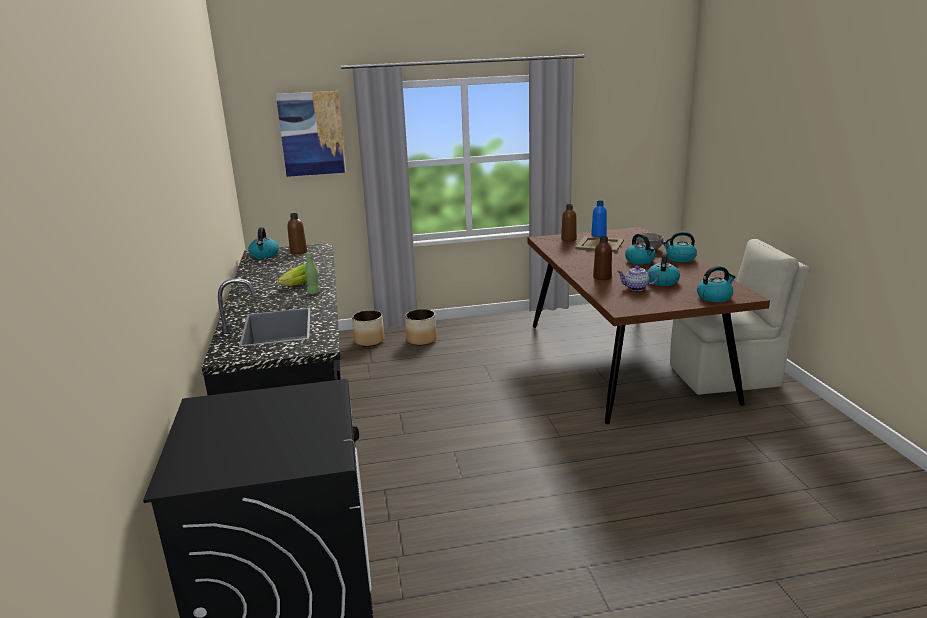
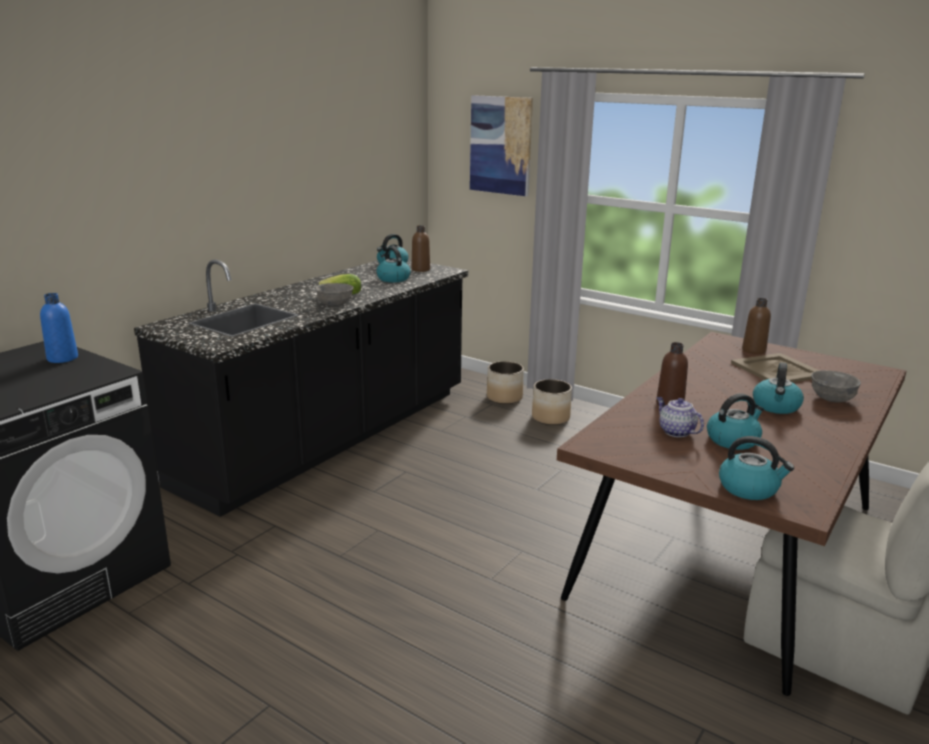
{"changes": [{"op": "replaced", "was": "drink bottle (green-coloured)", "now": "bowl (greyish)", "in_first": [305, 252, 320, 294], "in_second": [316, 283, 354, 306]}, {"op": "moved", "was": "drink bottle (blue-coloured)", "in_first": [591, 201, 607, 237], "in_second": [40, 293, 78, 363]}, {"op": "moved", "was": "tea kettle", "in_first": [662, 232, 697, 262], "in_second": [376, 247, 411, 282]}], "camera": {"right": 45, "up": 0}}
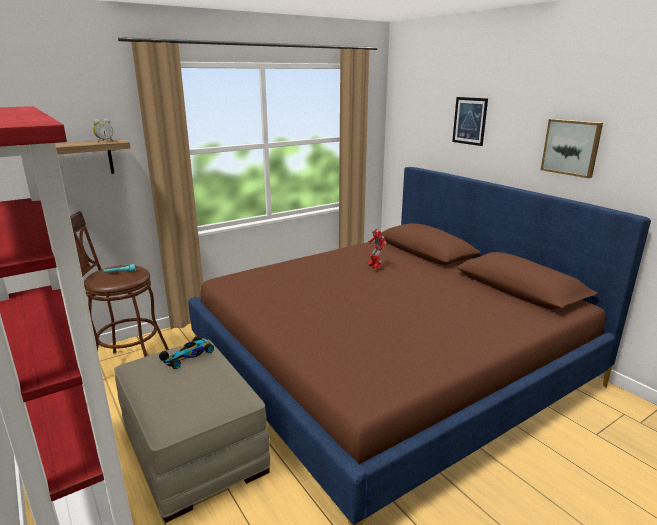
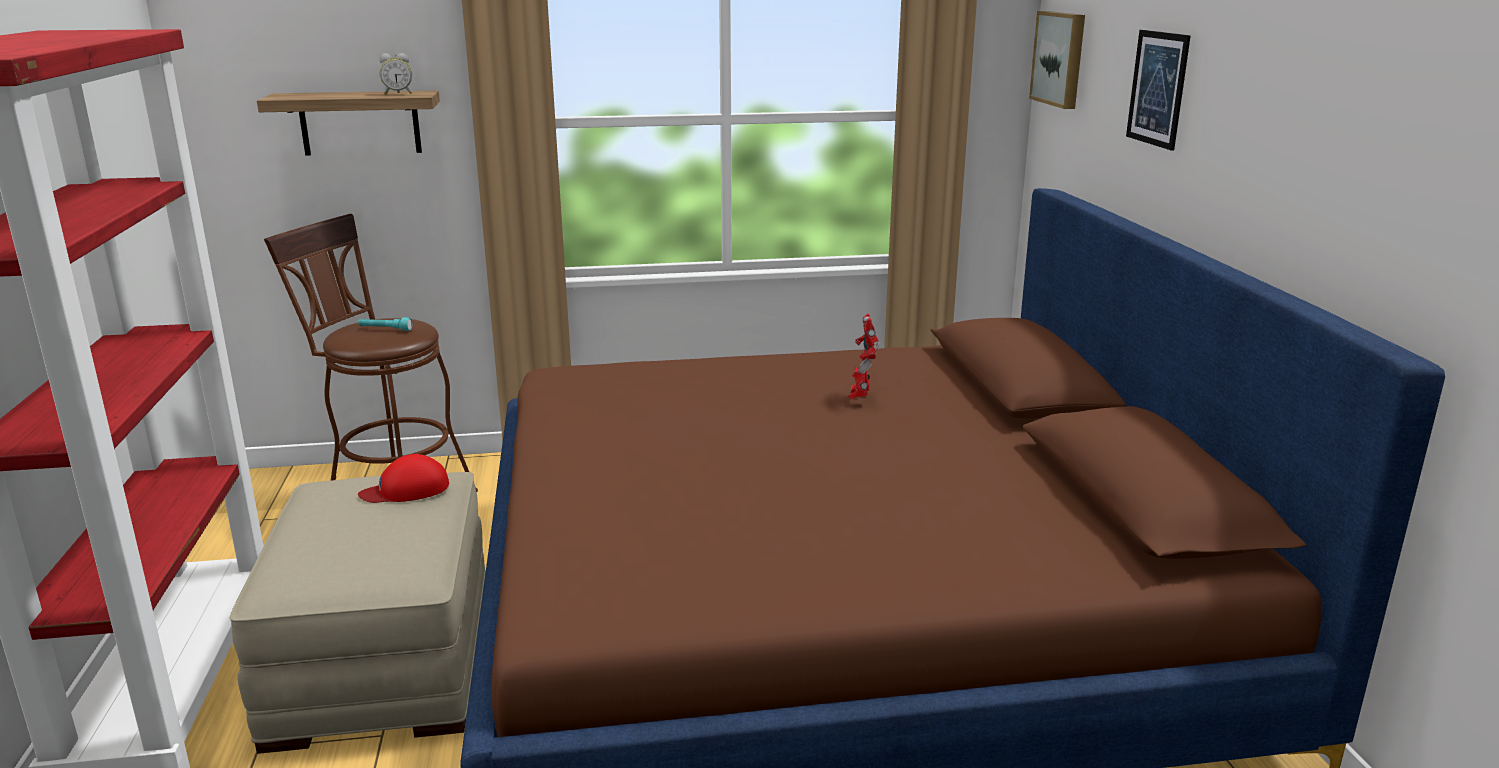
{"changes": [{"op": "replaced", "was": "toy car", "now": "baseball cap (red-coloured)", "in_first": [159, 336, 214, 369], "in_second": [358, 454, 449, 503]}, {"op": "moved", "was": "wall art", "in_first": [541, 119, 603, 178], "in_second": [1029, 11, 1085, 109]}], "camera": {"right": 25, "up": 0}}
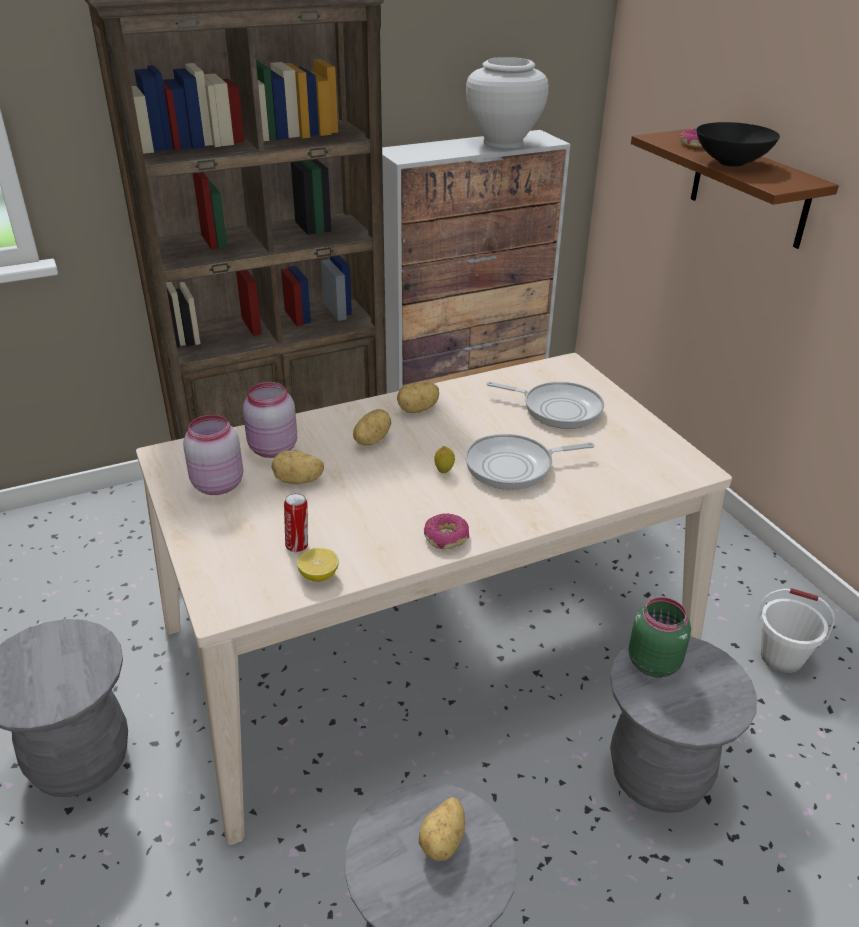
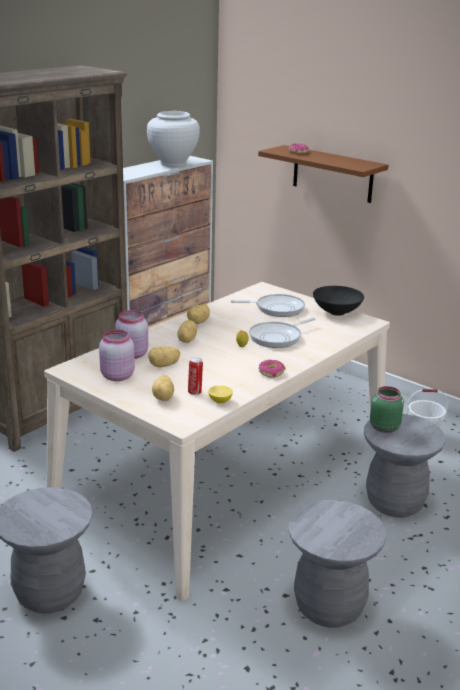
{"changes": [{"op": "moved", "was": "whole potato", "in_first": [419, 797, 465, 861], "in_second": [152, 375, 174, 401]}, {"op": "moved", "was": "bowl (black-coloured)", "in_first": [697, 122, 780, 167], "in_second": [313, 286, 364, 316]}], "camera": {"right": -25, "up": -10}}
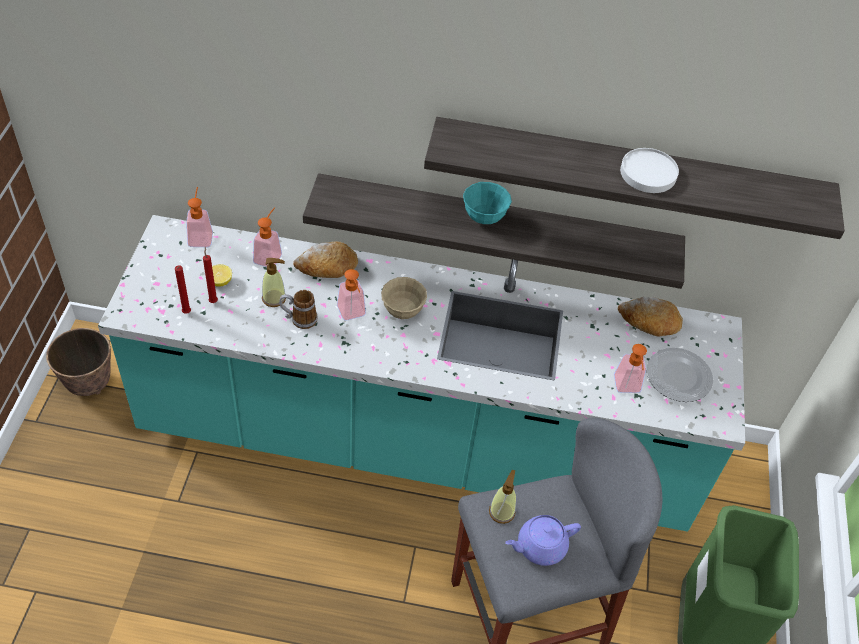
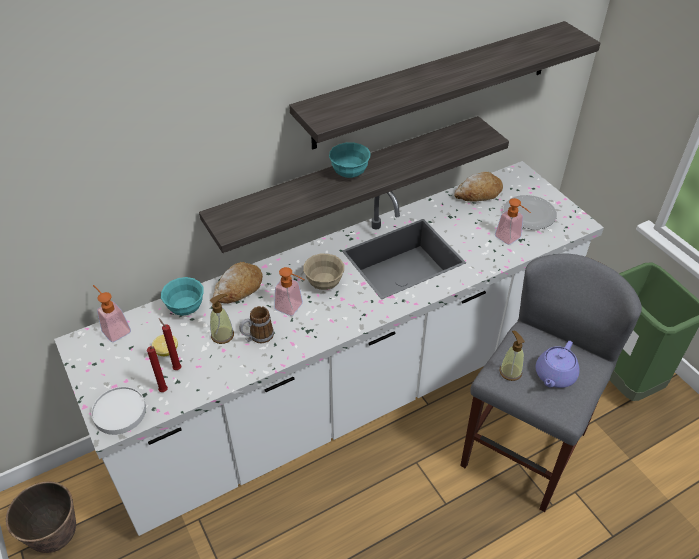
{"changes": [{"op": "recoloured", "was": "kitchen base unit (turquoise-coloured)", "now": "kitchen base unit (white)", "in_first": [98, 215, 745, 532], "in_second": [54, 161, 604, 536]}, {"op": "replaced", "was": "soap bottle", "now": "bowl (turquoise-coloured)", "in_first": [253, 207, 282, 267], "in_second": [161, 277, 204, 316]}, {"op": "moved", "was": "plate (white)", "in_first": [620, 148, 679, 193], "in_second": [91, 387, 146, 435]}], "camera": {"right": -35, "up": -5}}
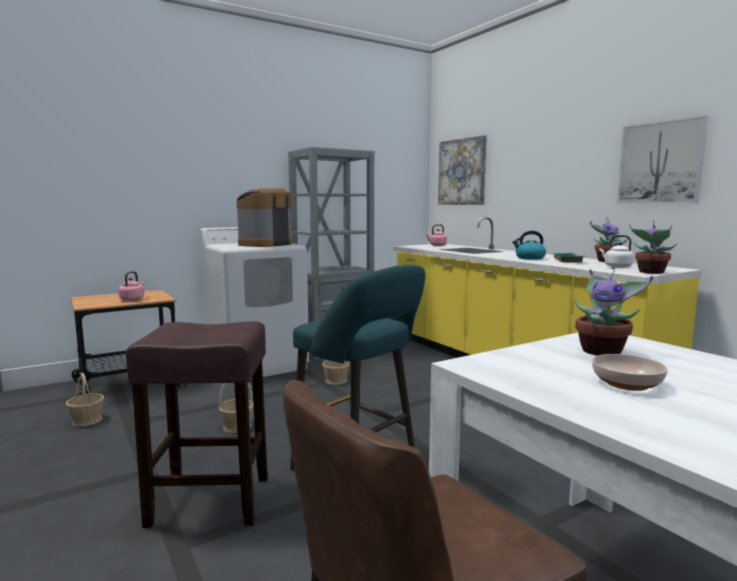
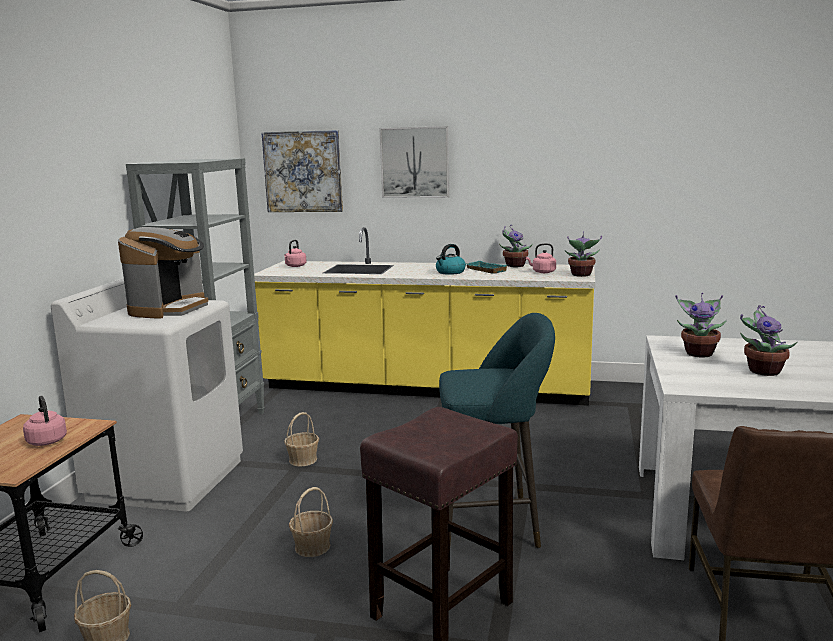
{"changes": [{"op": "turned", "was": "coffee maker", "in_first": [236, 187, 293, 247], "in_second": [118, 227, 208, 319], "clockwise": -150}, {"op": "replaced", "was": "bowl", "now": "potted plant", "in_first": [592, 354, 668, 391], "in_second": [740, 305, 797, 376]}, {"op": "recoloured", "was": "tea kettle (white)", "now": "tea kettle (pink)", "in_first": [599, 235, 634, 268], "in_second": [526, 243, 556, 273]}, {"op": "moved", "was": "wall art", "in_first": [617, 116, 708, 203], "in_second": [379, 126, 450, 198]}], "camera": {"right": -45, "up": 5}}
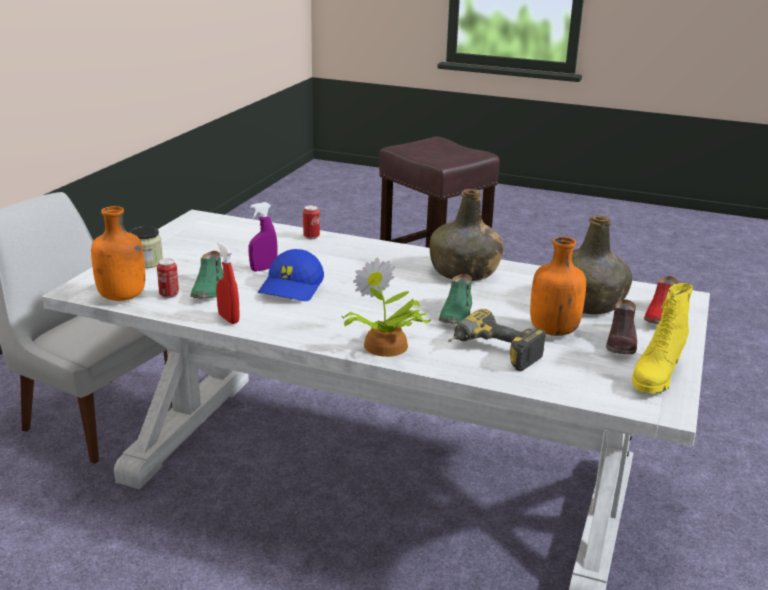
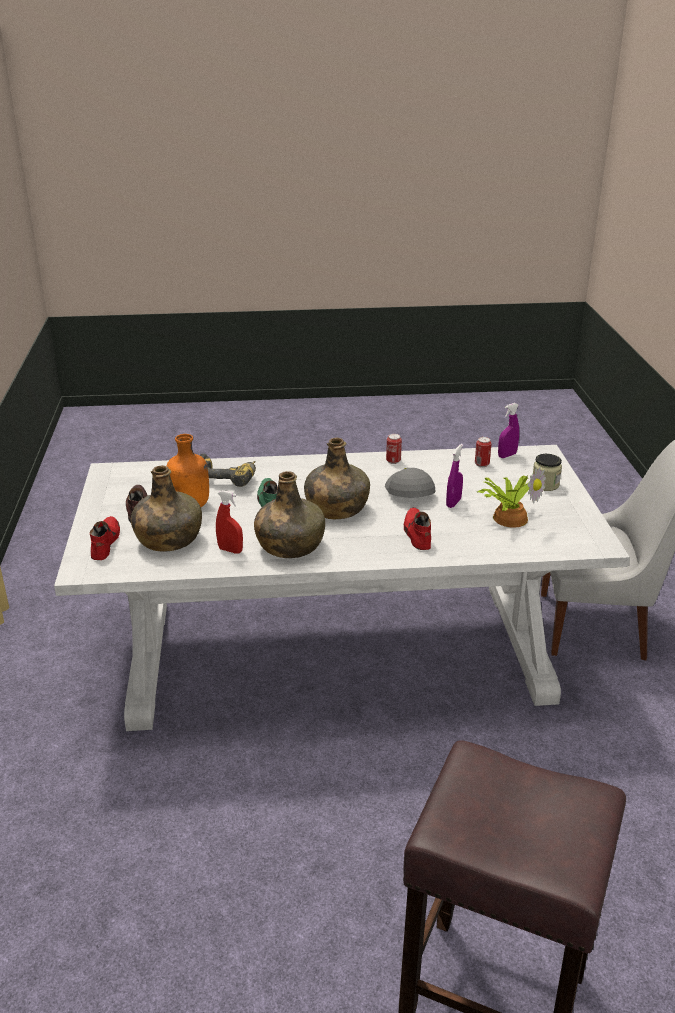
{"changes": [{"op": "replaced", "was": "drink bottle (orange-coloured)", "now": "spray bottle (purplish)", "in_first": [91, 206, 145, 301], "in_second": [498, 403, 519, 458]}, {"op": "removed", "was": "low shoe (green-coloured)", "in_first": [190, 251, 224, 298]}, {"op": "moved", "was": "spray bottle (red-coloured)", "in_first": [216, 242, 240, 324], "in_second": [216, 490, 243, 553]}, {"op": "recoloured", "was": "baseball cap (blue-coloured)", "now": "baseball cap (greyish)", "in_first": [257, 249, 324, 301], "in_second": [385, 468, 436, 497]}, {"op": "moved", "was": "metal can", "in_first": [303, 205, 320, 239], "in_second": [386, 434, 402, 464]}, {"op": "moved", "was": "potted plant", "in_first": [342, 258, 431, 357], "in_second": [477, 467, 546, 527]}, {"op": "removed", "was": "high-top boot (yellow-coloured)", "in_first": [632, 283, 693, 394]}, {"op": "added", "now": "drink bottle (green-coloured)", "in_second": [304, 437, 370, 519]}, {"op": "added", "now": "low shoe (red-coloured)", "in_second": [404, 508, 431, 550]}], "camera": {"right": 155, "up": 5}}
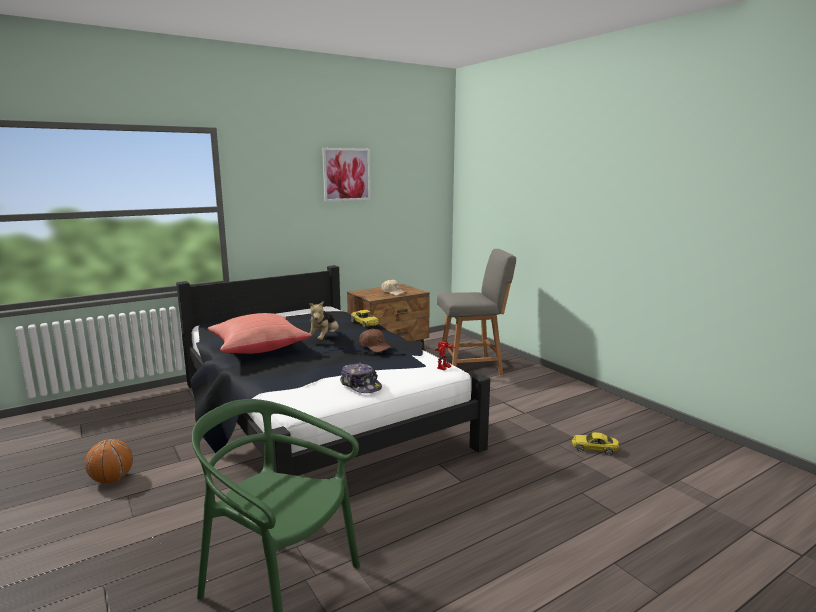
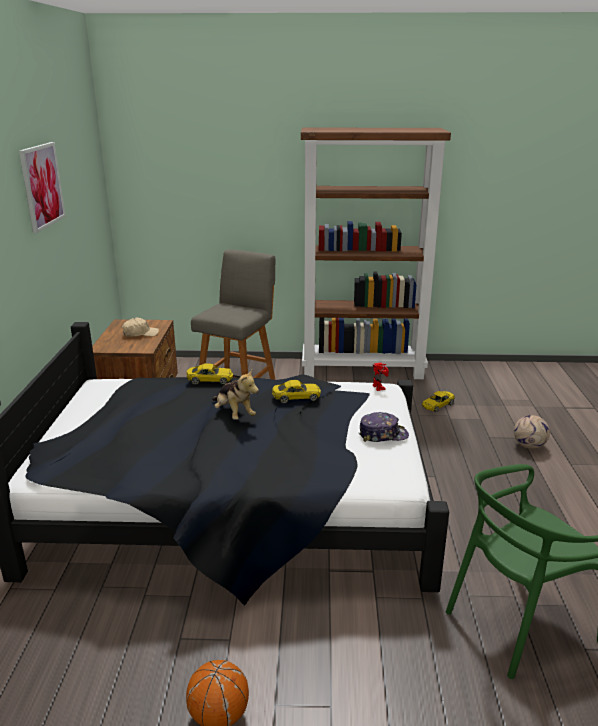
{"changes": [{"op": "removed", "was": "throw pillow (red-coloured)", "in_first": [207, 313, 312, 354]}, {"op": "replaced", "was": "baseball cap (brownish)", "now": "toy car (yellow-coloured)", "in_first": [359, 329, 392, 353], "in_second": [272, 380, 321, 404]}, {"op": "added", "now": "bookcase (brownish)", "in_second": [301, 127, 451, 379]}, {"op": "added", "now": "football", "in_second": [514, 415, 550, 449]}], "camera": {"right": -55, "up": 10}}
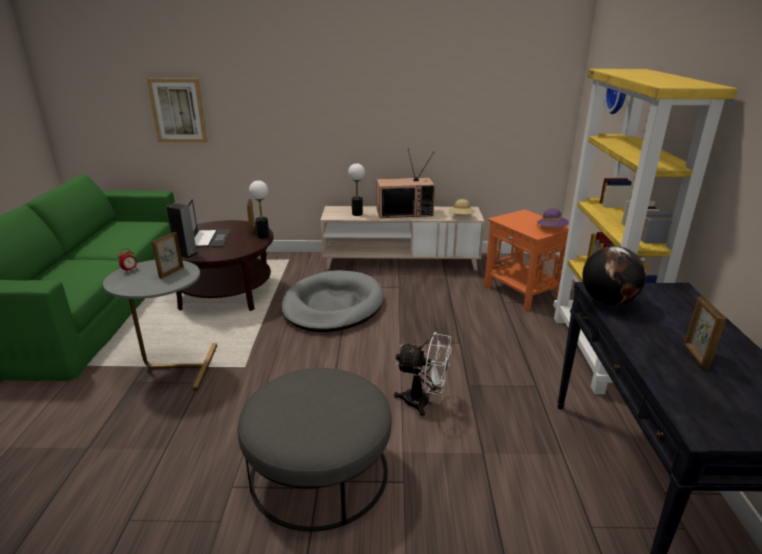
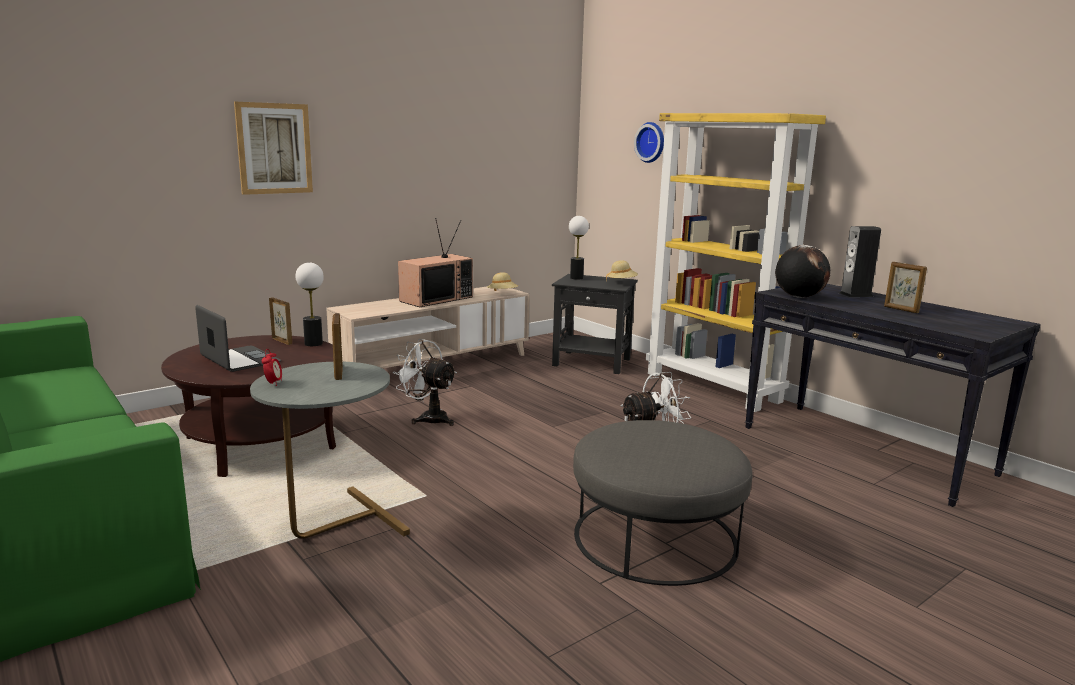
{"changes": [{"op": "moved", "was": "wall art", "in_first": [147, 79, 207, 142], "in_second": [234, 102, 313, 195]}, {"op": "moved", "was": "speaker", "in_first": [167, 203, 199, 259], "in_second": [839, 226, 881, 297]}, {"op": "replaced", "was": "dog bed (greyish)", "now": "fan (white)", "in_first": [282, 270, 384, 332], "in_second": [393, 339, 457, 426]}, {"op": "moved", "was": "lamp for a table", "in_first": [348, 163, 365, 216], "in_second": [569, 216, 589, 280]}, {"op": "recoloured", "was": "accent table (orange-coloured)", "now": "accent table (black-coloured)", "in_first": [484, 210, 569, 311], "in_second": [552, 274, 638, 374]}, {"op": "recoloured", "was": "hat (purplish)", "now": "hat (beige)", "in_first": [537, 208, 569, 227], "in_second": [606, 260, 638, 280]}], "camera": {"right": -40, "up": -10}}
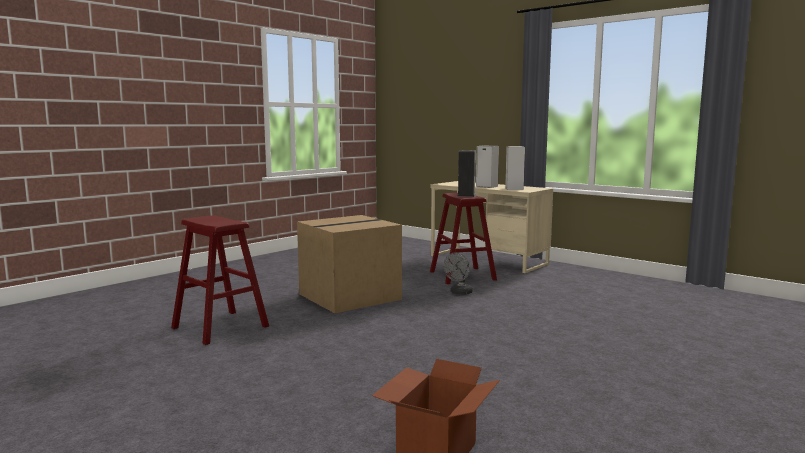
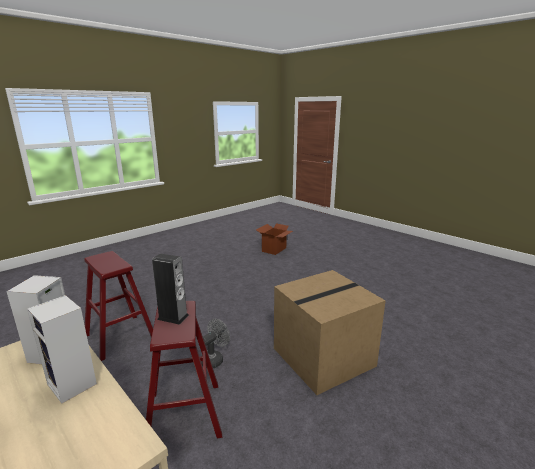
{"changes": [{"op": "moved", "was": "stool (red-coloured)", "in_first": [171, 215, 269, 345], "in_second": [84, 251, 153, 361]}], "camera": {"right": -175, "up": 10}}
